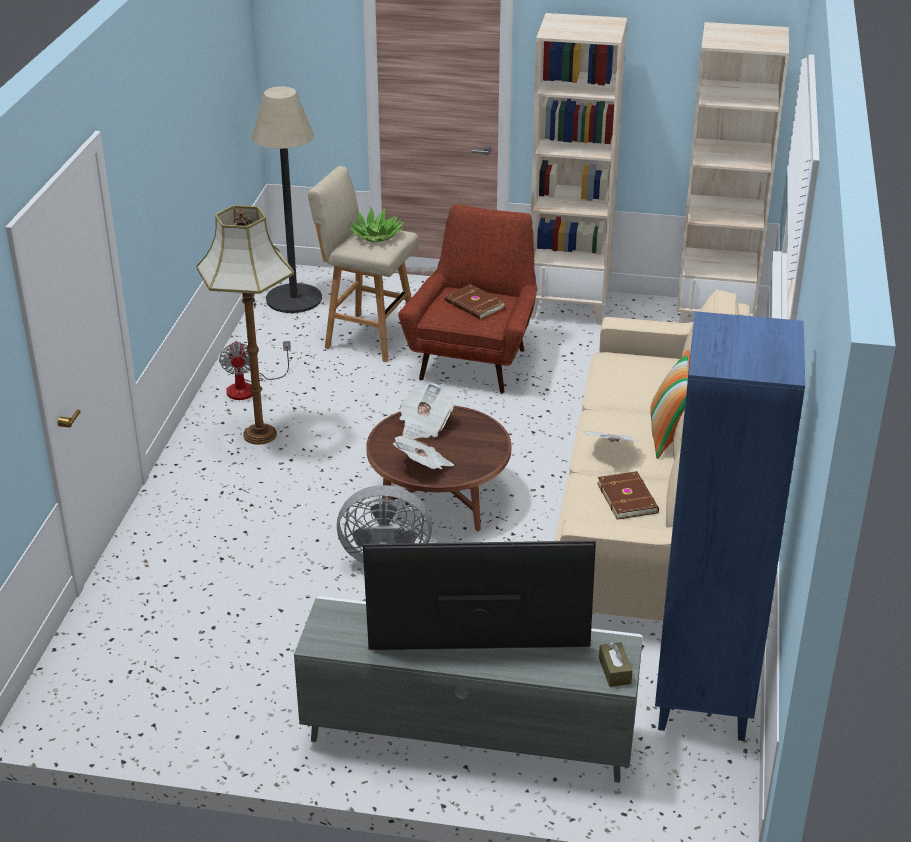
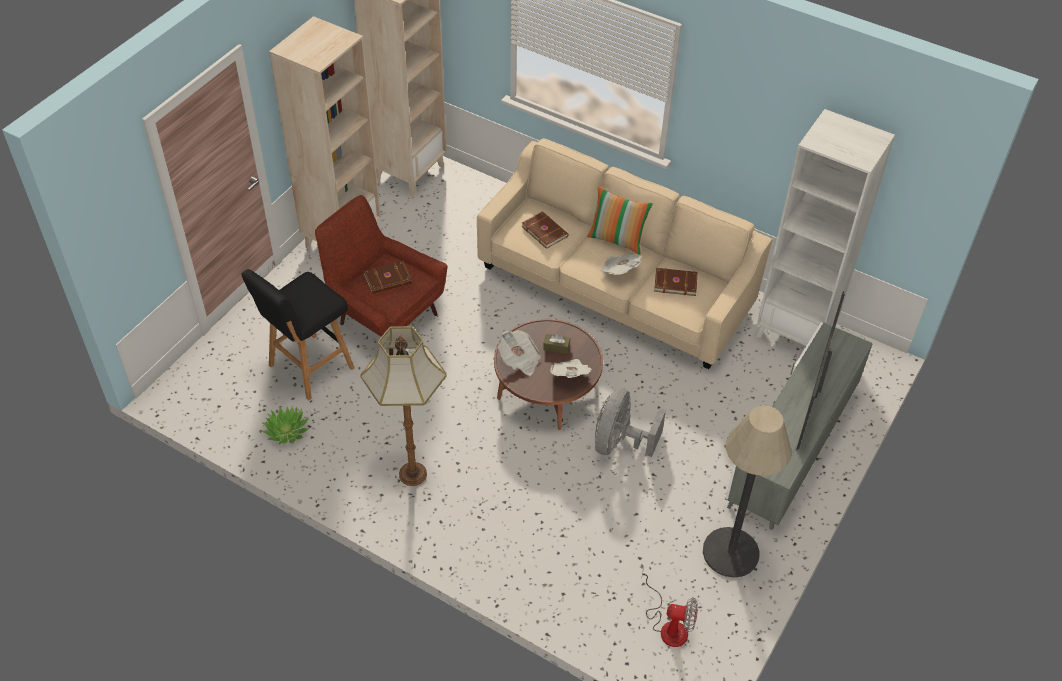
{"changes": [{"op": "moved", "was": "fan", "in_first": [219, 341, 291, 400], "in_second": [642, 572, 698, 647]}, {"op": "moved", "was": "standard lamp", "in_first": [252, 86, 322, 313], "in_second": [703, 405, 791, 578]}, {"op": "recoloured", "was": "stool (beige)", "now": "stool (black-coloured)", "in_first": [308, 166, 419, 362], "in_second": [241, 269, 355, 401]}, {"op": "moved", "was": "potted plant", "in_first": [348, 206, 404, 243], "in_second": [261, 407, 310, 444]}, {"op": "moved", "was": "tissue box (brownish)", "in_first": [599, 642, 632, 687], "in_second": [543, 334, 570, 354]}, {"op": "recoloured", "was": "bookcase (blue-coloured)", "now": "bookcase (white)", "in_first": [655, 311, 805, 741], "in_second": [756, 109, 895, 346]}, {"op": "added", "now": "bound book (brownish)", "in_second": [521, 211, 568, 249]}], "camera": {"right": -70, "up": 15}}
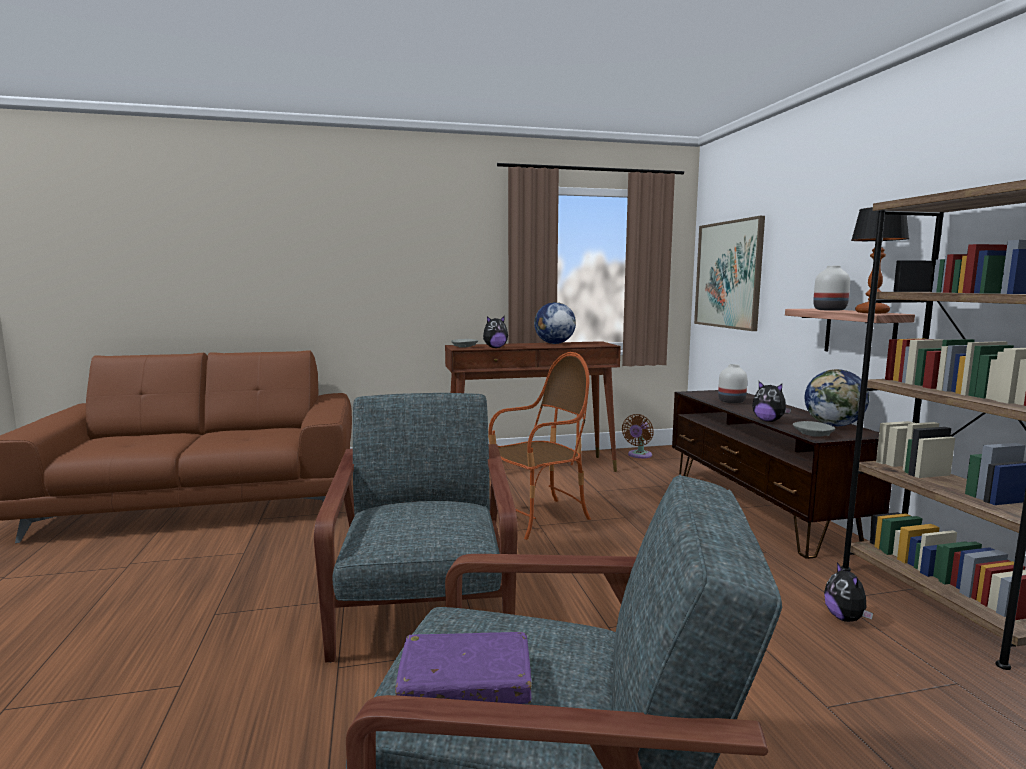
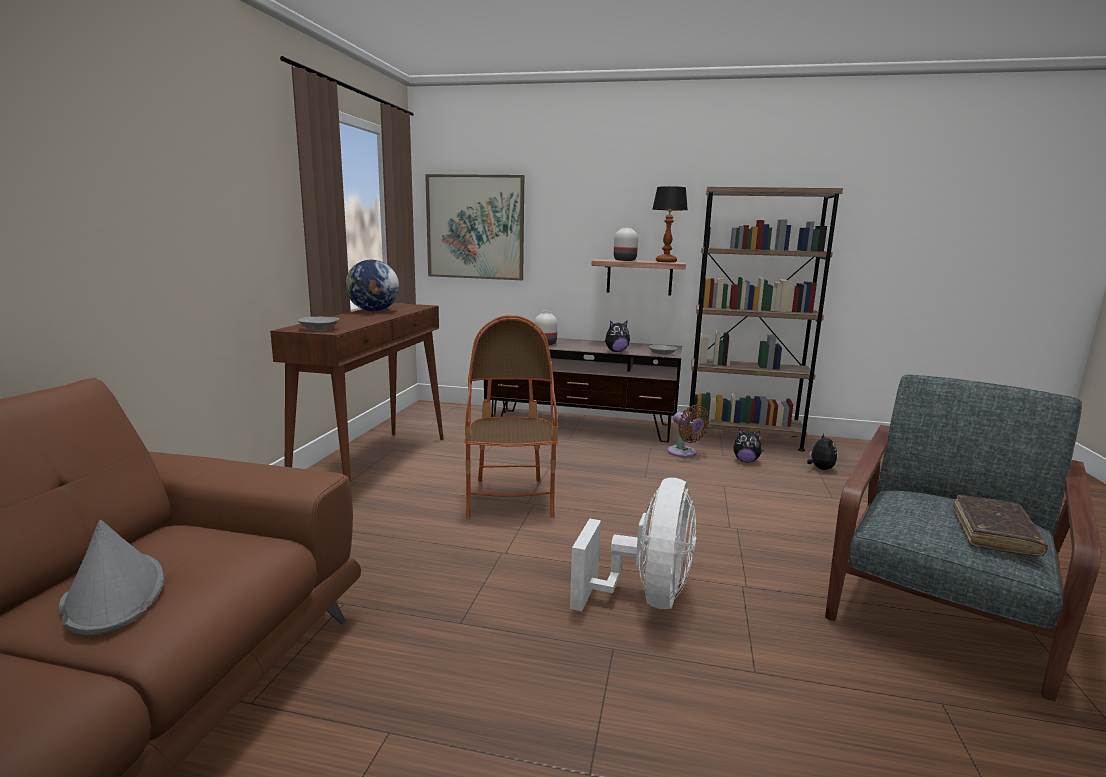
{"changes": [{"op": "replaced", "was": "lounge chair (greyish)", "now": "fan (white)", "in_first": [314, 393, 518, 663], "in_second": [570, 478, 697, 611]}, {"op": "recoloured", "was": "bound book (purplish)", "now": "bound book (brownish)", "in_first": [395, 632, 531, 704], "in_second": [953, 495, 1048, 557]}, {"op": "moved", "was": "soft toy", "in_first": [483, 316, 508, 348], "in_second": [807, 433, 837, 470]}, {"op": "moved", "was": "fan (brownish)", "in_first": [622, 414, 654, 458], "in_second": [667, 405, 709, 457]}, {"op": "removed", "was": "globe", "in_first": [805, 369, 869, 426]}, {"op": "added", "now": "hat (greyish)", "in_second": [59, 520, 164, 635]}], "camera": {"right": -65, "up": 5}}
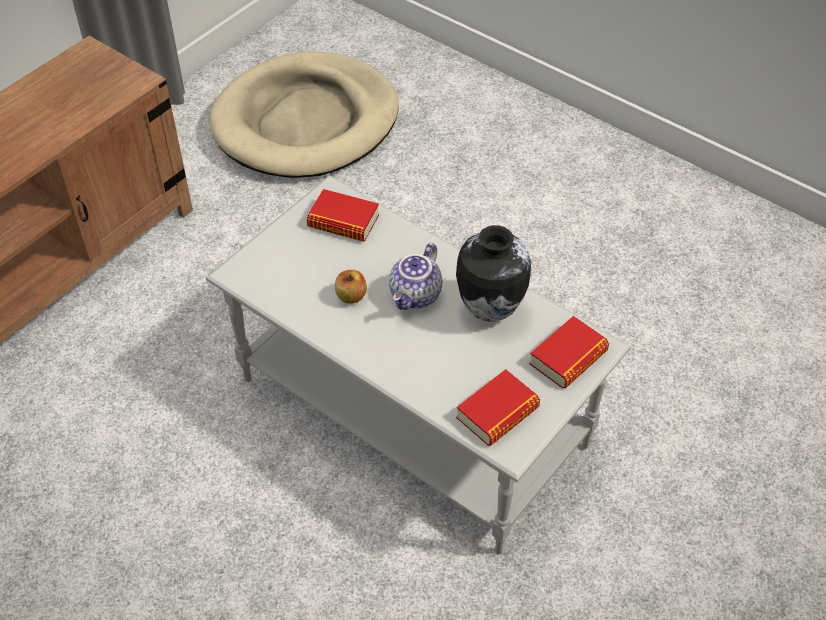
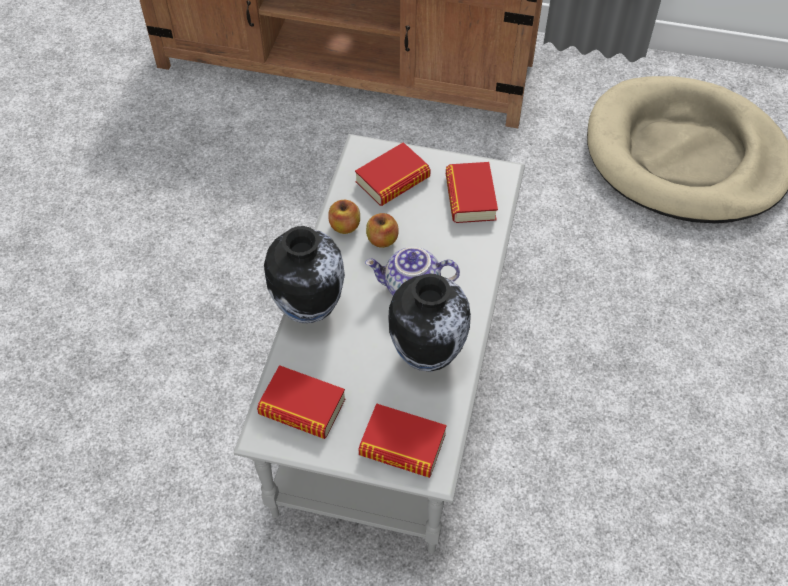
{"changes": [{"op": "added", "now": "flower vase", "in_second": [264, 226, 345, 323]}, {"op": "added", "now": "whole apple", "in_second": [328, 200, 360, 234]}, {"op": "added", "now": "bound book", "in_second": [355, 142, 431, 206]}], "camera": {"right": 65, "up": 5}}
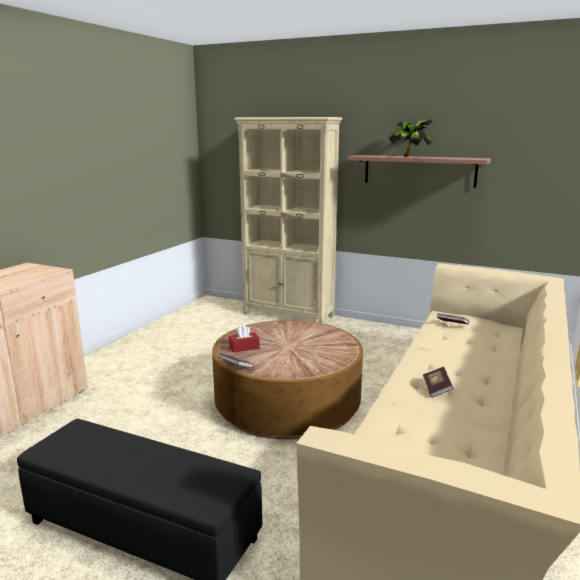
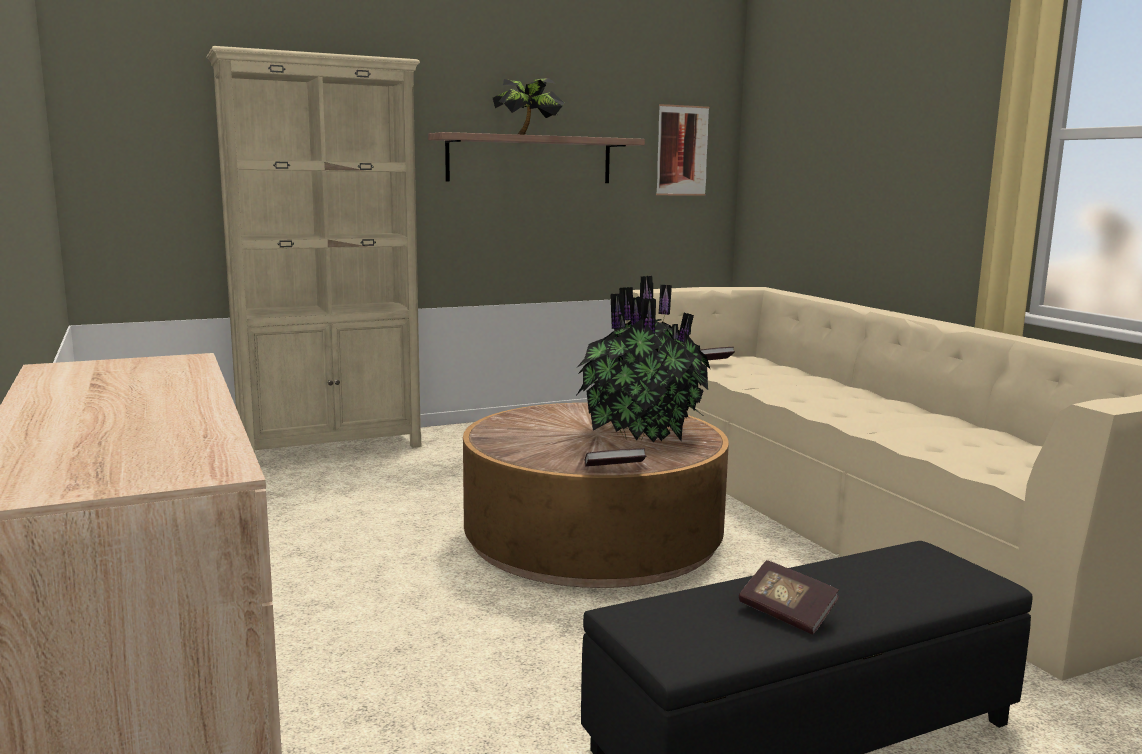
{"changes": [{"op": "removed", "was": "tissue box (red-coloured)", "in_first": [229, 325, 260, 352]}, {"op": "moved", "was": "bound book", "in_first": [423, 367, 454, 398], "in_second": [739, 560, 839, 635]}, {"op": "added", "now": "potted plant", "in_second": [575, 276, 711, 443]}, {"op": "added", "now": "wall art", "in_second": [656, 104, 710, 196]}], "camera": {"right": -50, "up": -5}}
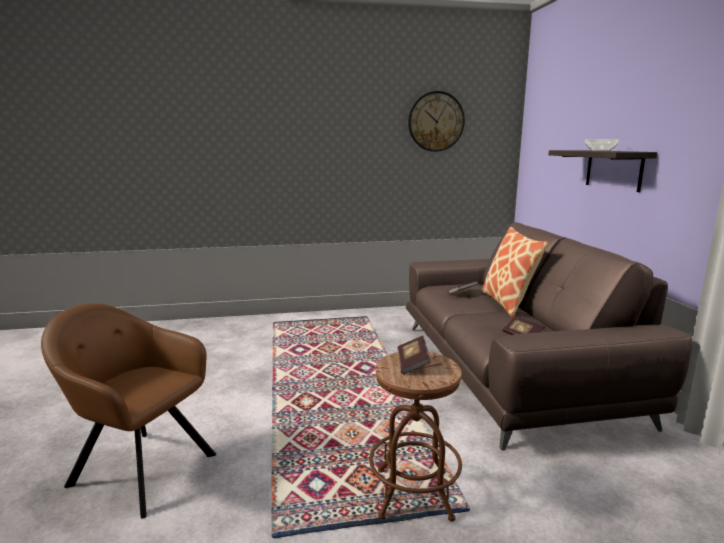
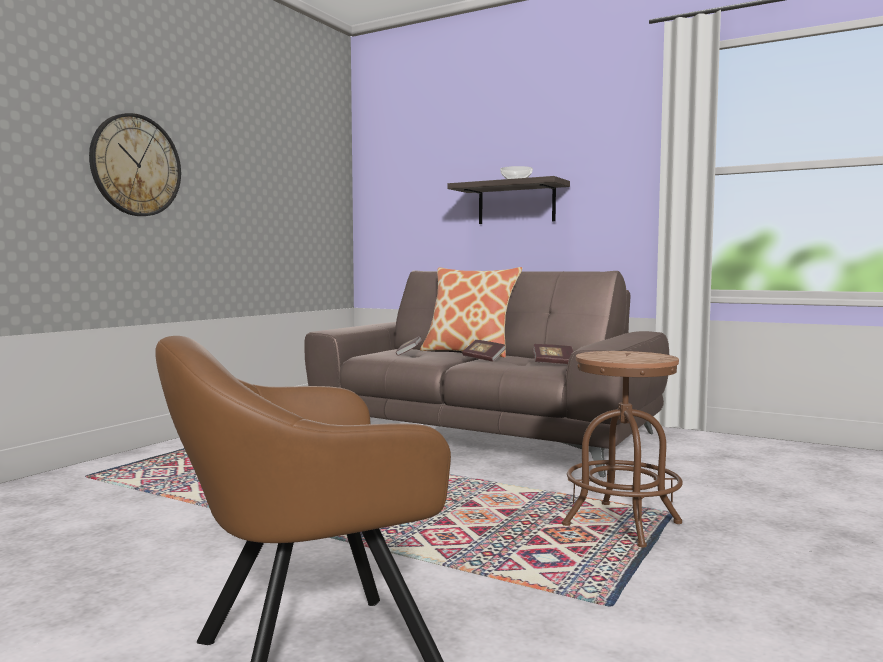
{"changes": [{"op": "moved", "was": "bound book", "in_first": [397, 336, 431, 374], "in_second": [462, 340, 506, 362]}, {"op": "moved", "was": "clock on the wall", "in_first": [408, 91, 465, 152], "in_second": [89, 113, 181, 216]}], "camera": {"right": -50, "up": -10}}
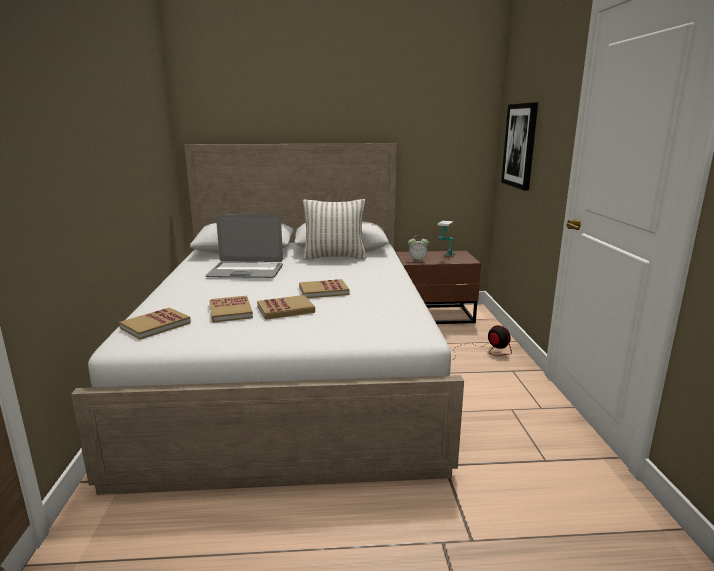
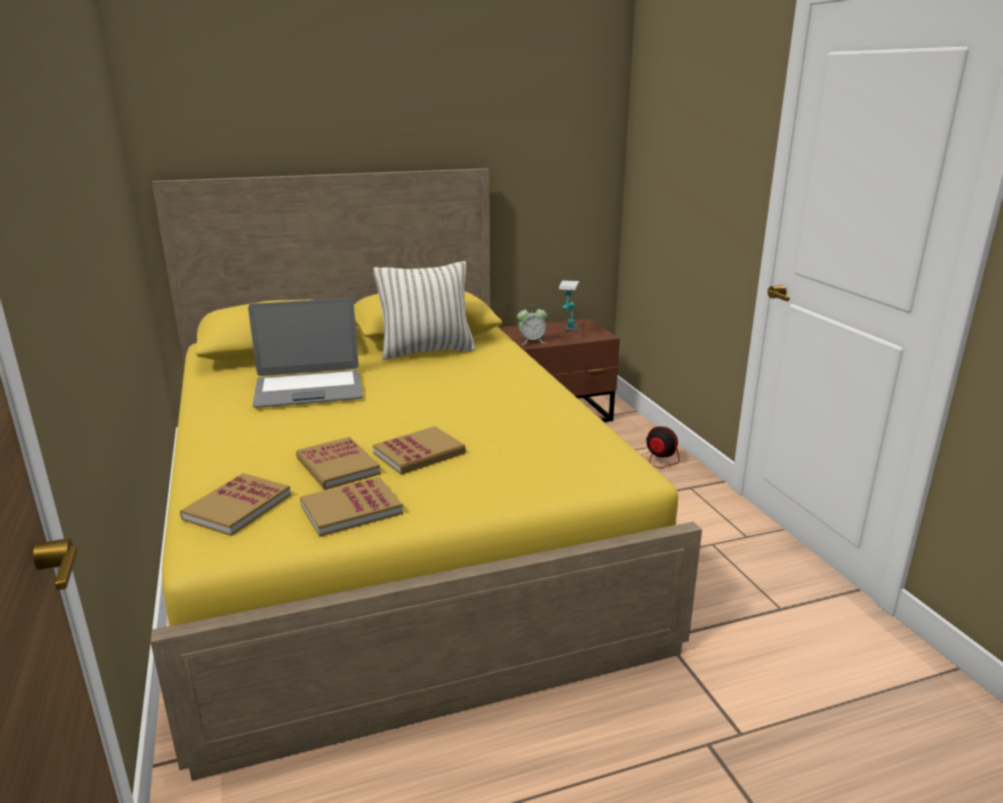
{"changes": [{"op": "recoloured", "was": "bed (white)", "now": "bed (yellow-coloured)", "in_first": [71, 144, 464, 495], "in_second": [151, 168, 702, 781]}, {"op": "moved", "was": "bound book", "in_first": [299, 279, 349, 298], "in_second": [300, 477, 403, 537]}, {"op": "removed", "was": "wall art", "in_first": [501, 102, 538, 190]}], "camera": {"right": -15, "up": 5}}
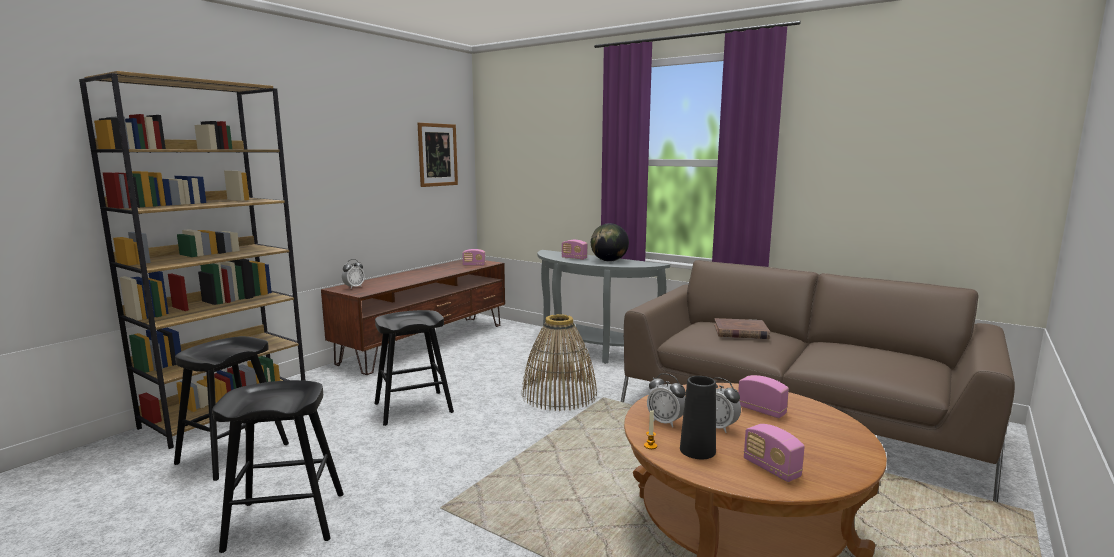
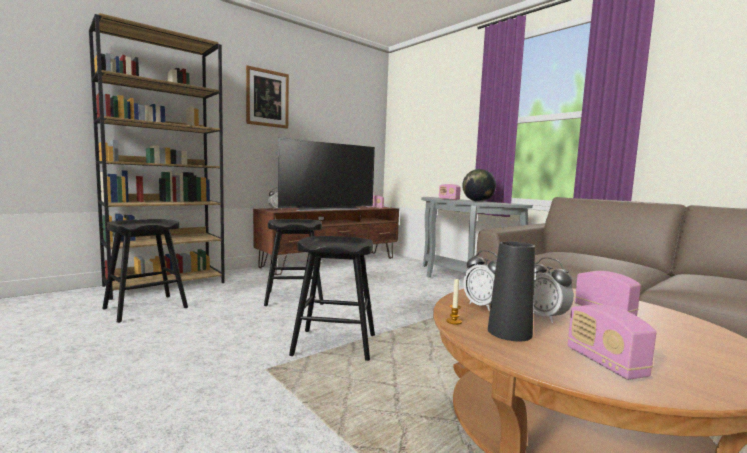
{"changes": [{"op": "moved", "was": "stool (black-coloured)", "in_first": [212, 380, 344, 553], "in_second": [289, 236, 375, 361]}, {"op": "moved", "was": "wall art", "in_first": [418, 123, 458, 187], "in_second": [246, 65, 289, 129]}, {"op": "removed", "was": "household basket", "in_first": [522, 314, 597, 411]}, {"op": "removed", "was": "bound book (brownish)", "in_first": [714, 318, 770, 339]}, {"op": "added", "now": "television", "in_second": [278, 138, 375, 211]}], "camera": {"right": 15, "up": -5}}
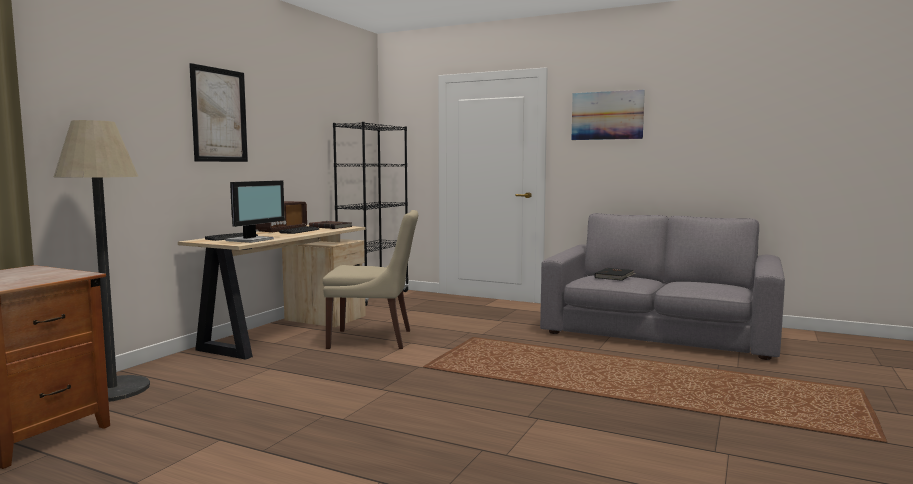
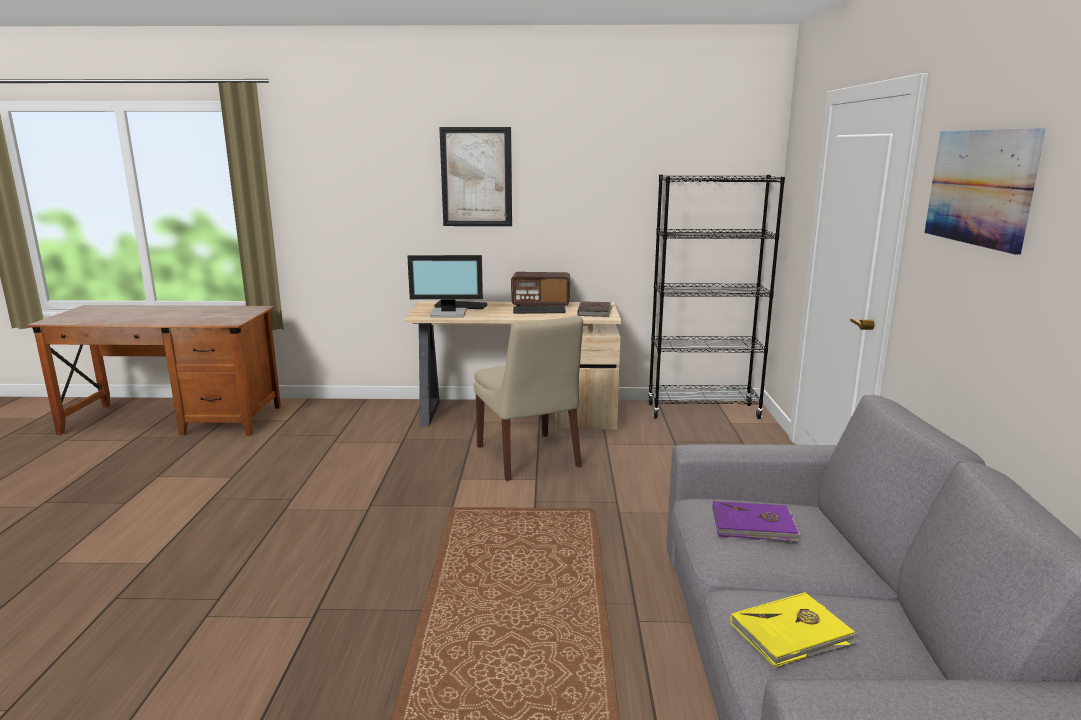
{"changes": [{"op": "removed", "was": "standard lamp", "in_first": [54, 120, 150, 402]}, {"op": "recoloured", "was": "bound book (black-coloured)", "now": "bound book (purplish)", "in_first": [595, 268, 636, 281], "in_second": [712, 501, 801, 541]}, {"op": "added", "now": "bound book (yellow-coloured)", "in_second": [730, 592, 859, 668]}], "camera": {"right": 65, "up": 10}}
